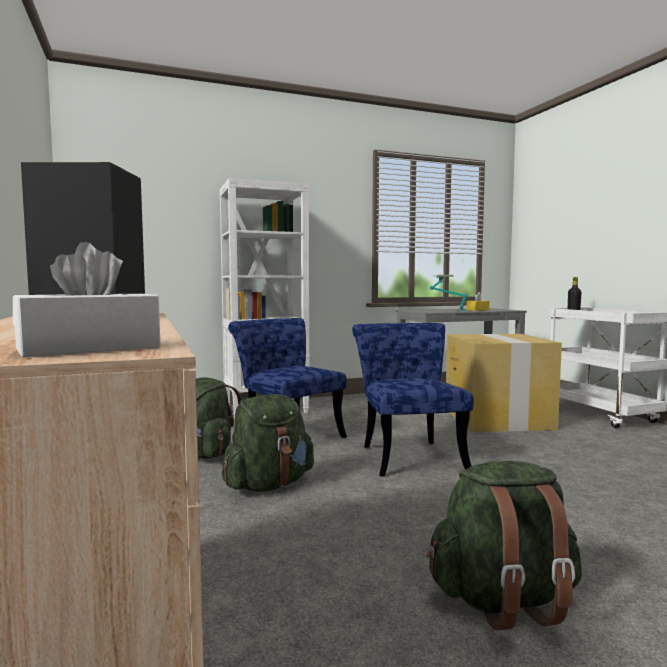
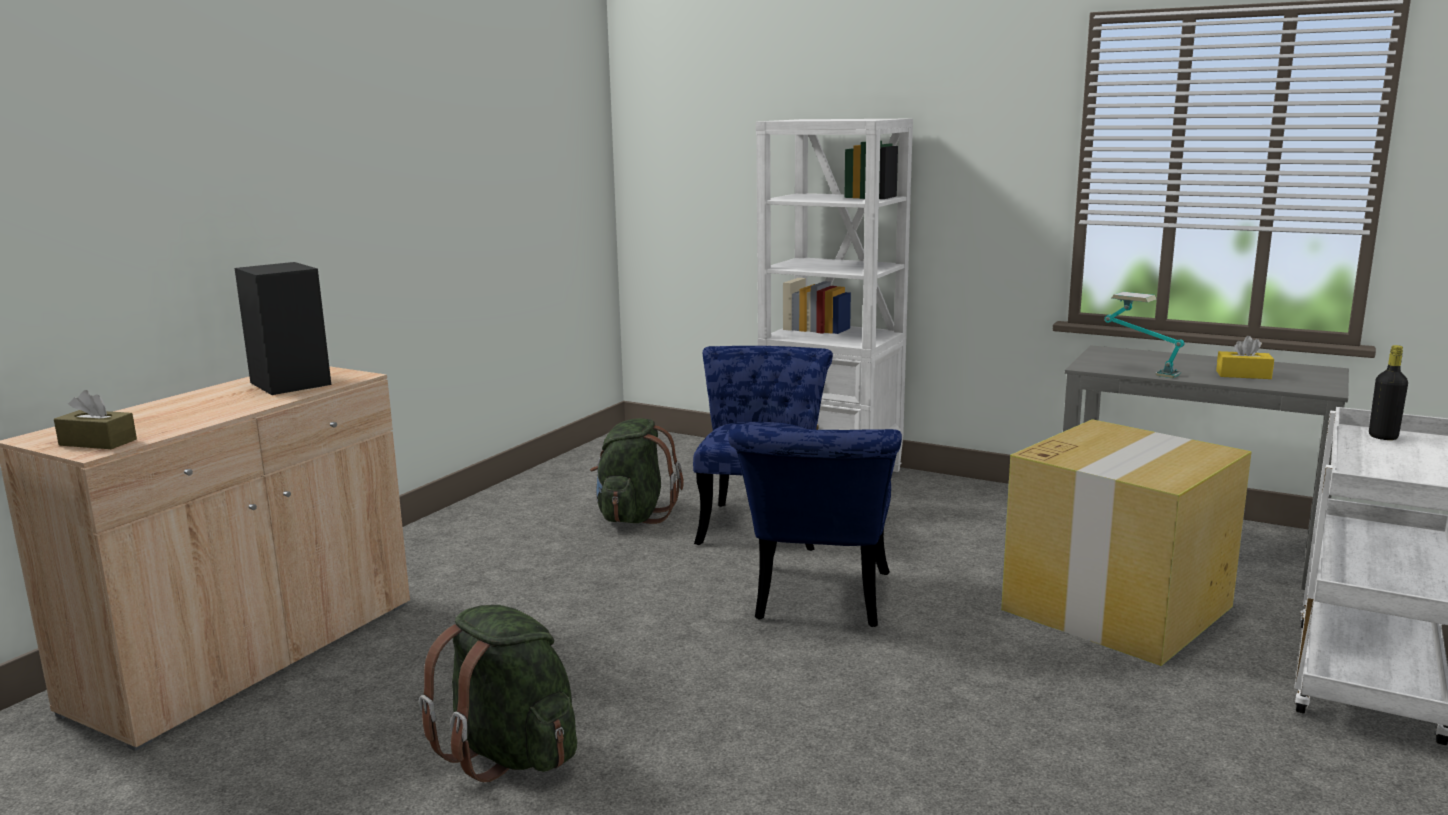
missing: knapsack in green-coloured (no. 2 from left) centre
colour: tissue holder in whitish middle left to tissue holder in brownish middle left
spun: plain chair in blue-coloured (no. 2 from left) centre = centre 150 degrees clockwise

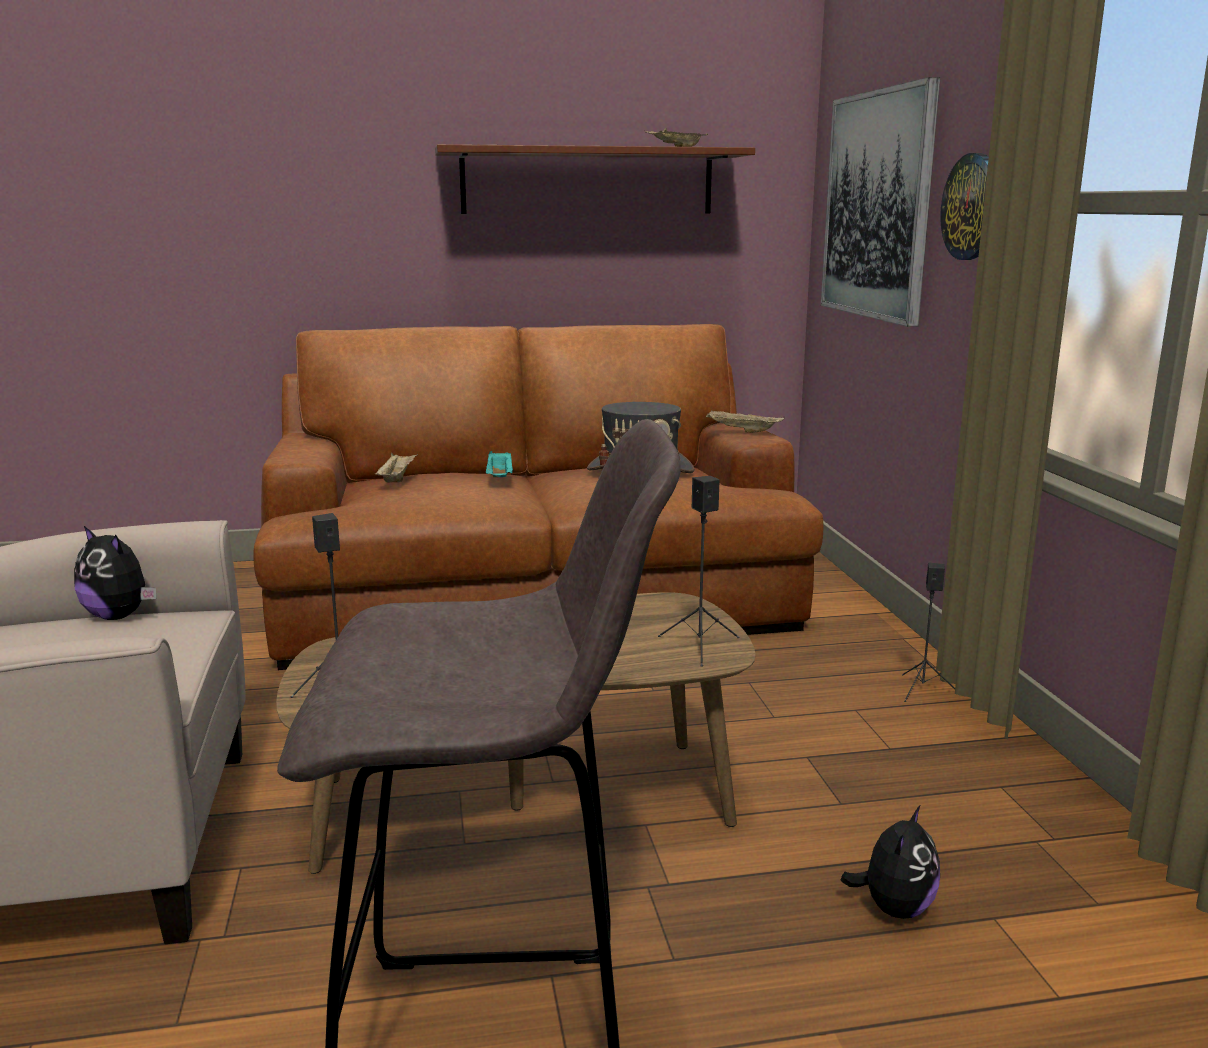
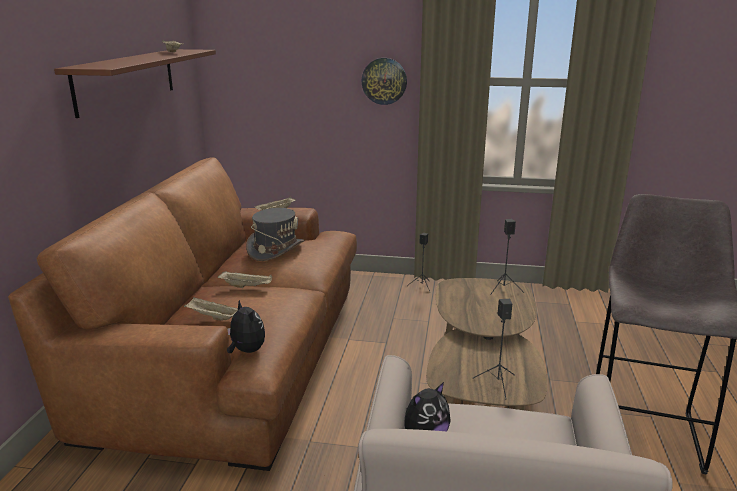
missing: wall art top right
relocated: plush toy (no. 2 from left in the first image) bottom right to plush toy (no. 1 from left) centre
colour: carrying tray in turquoise-coloured centre to carrying tray in sand-coloured (no. 3 from left) middle left

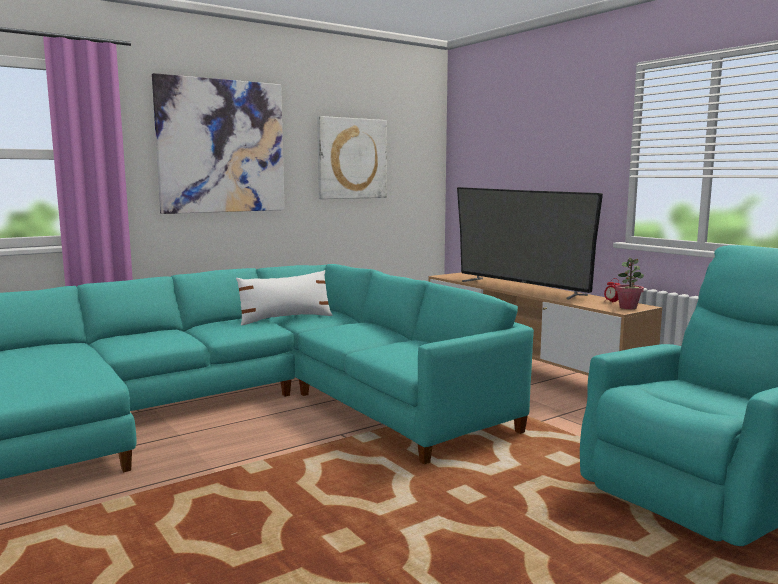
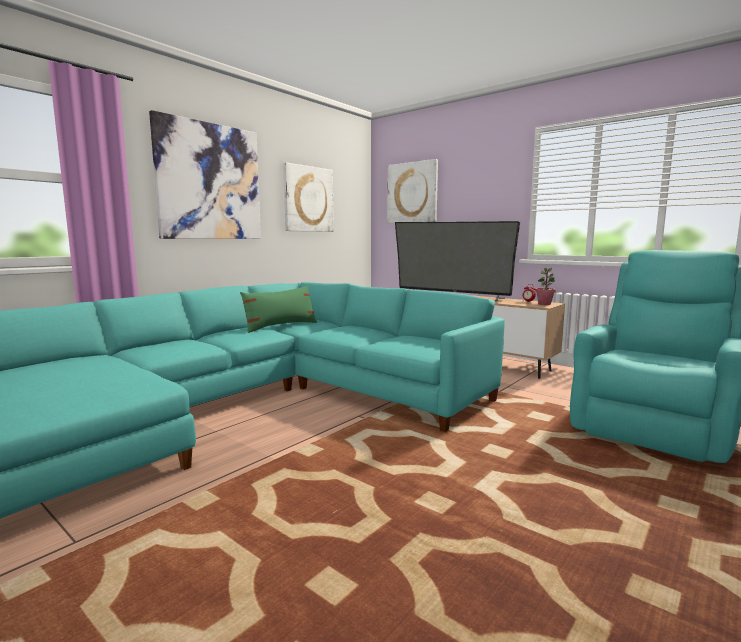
appeared: wall art (no. 3 from left) top centre
colour: throw pillow in whitish centre to throw pillow in green-coloured centre

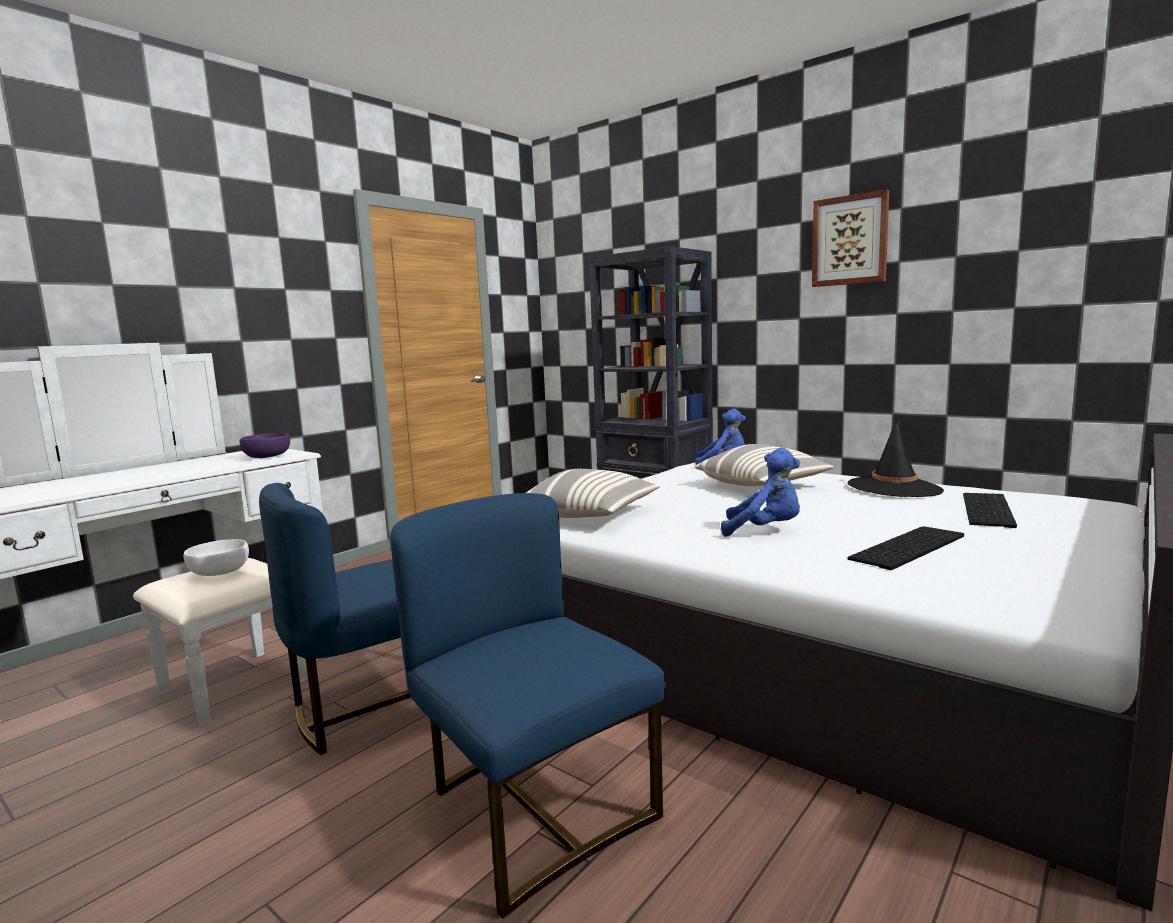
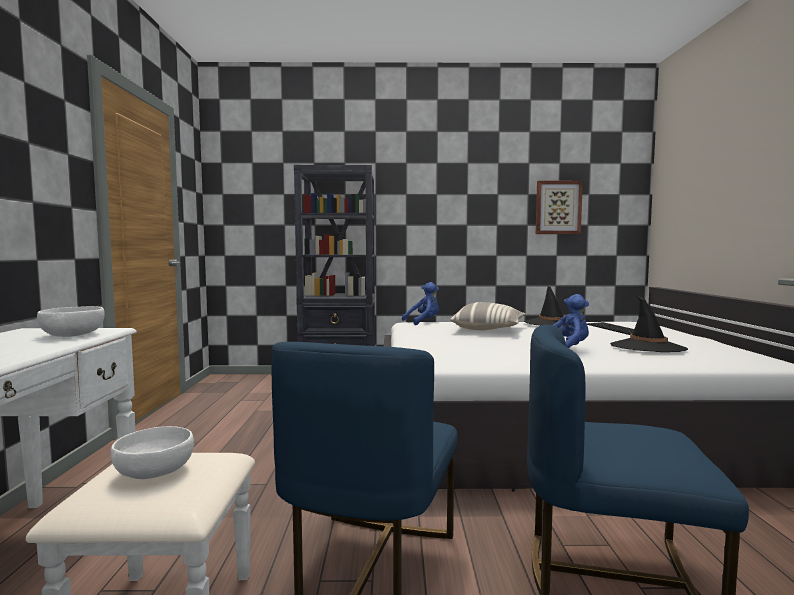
missing: throw pillow (no. 1 from left) centre
relocated: wall art top right to middle right
exchanged: computer keyboard (no. 1 from left) middle right to hat in blackish (no. 2 from left) middle right
colour: deep dish in purple middle left to deep dish in whitish (no. 1 from left) middle left

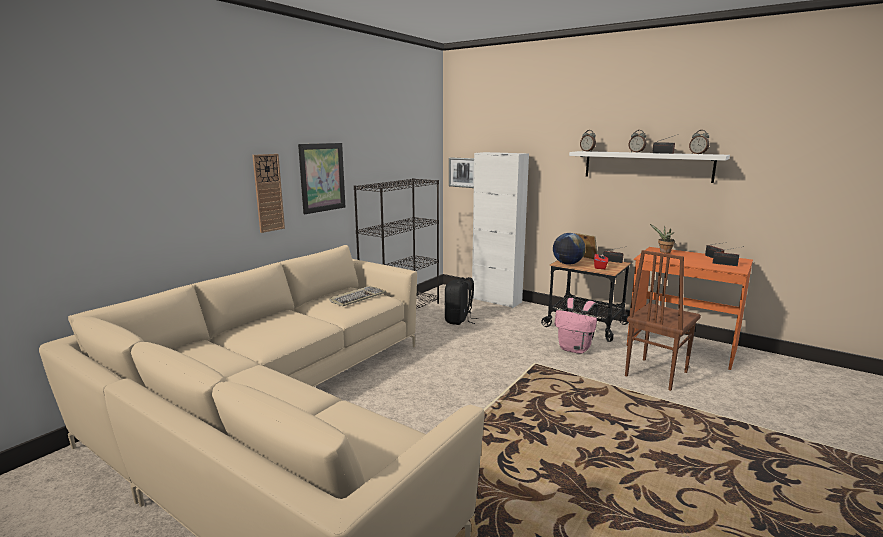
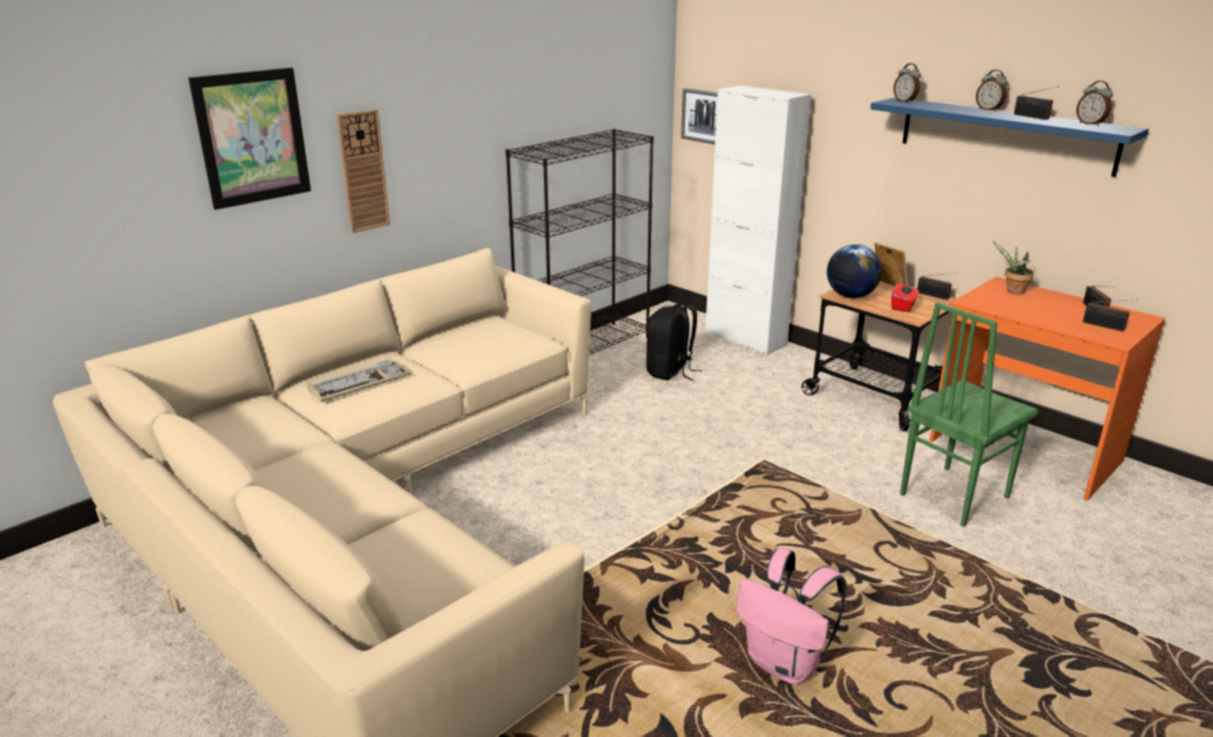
relocated: wall art (no. 1 from left) top centre to top left; computer keyboard centre to middle left; knapsack in pink centre to bottom centre
colour: bracket shelf in whitish top right to bracket shelf in blue-coloured top right; plain chair in brownish middle right to plain chair in green-coloured middle right

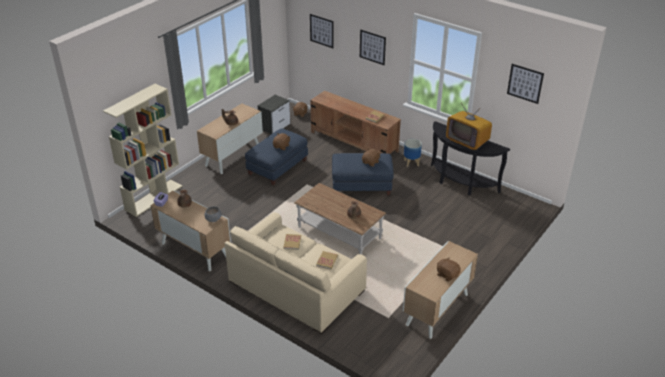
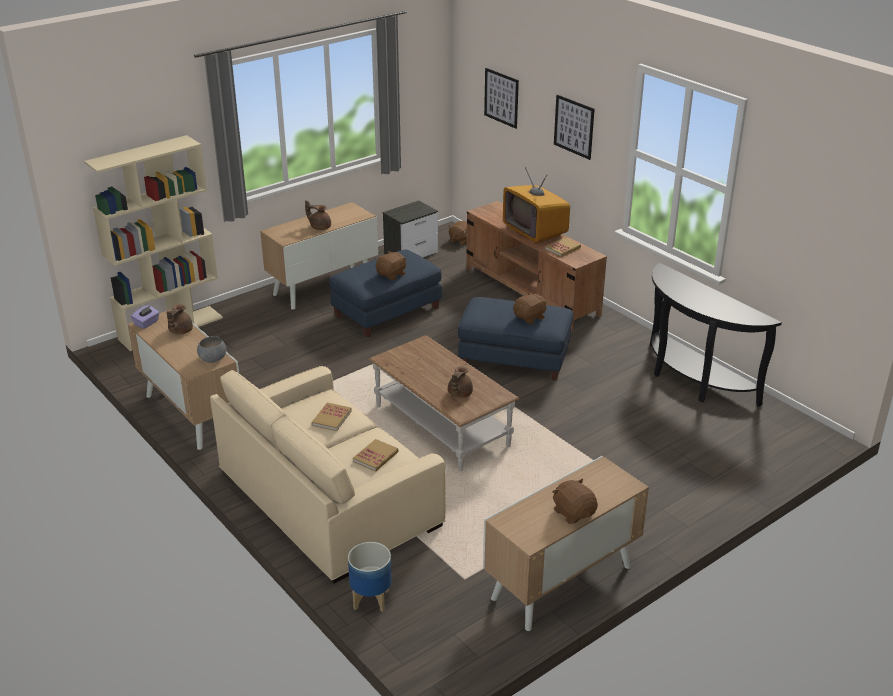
missing: wall art (no. 3 from left) top right
relocated: flower pot centre to bottom centre; TV middle right to top centre

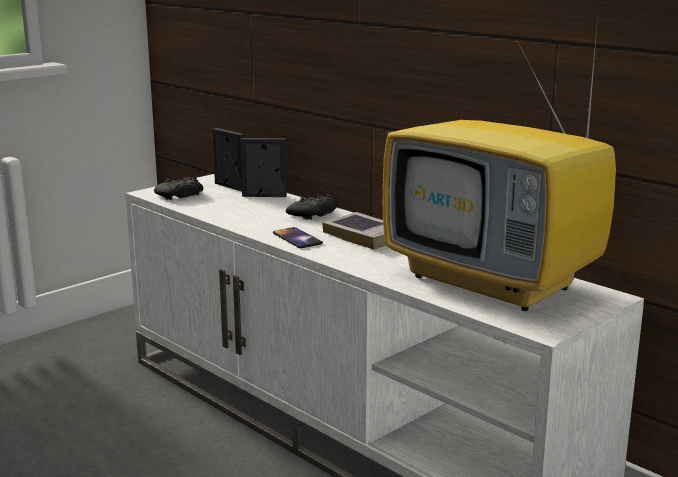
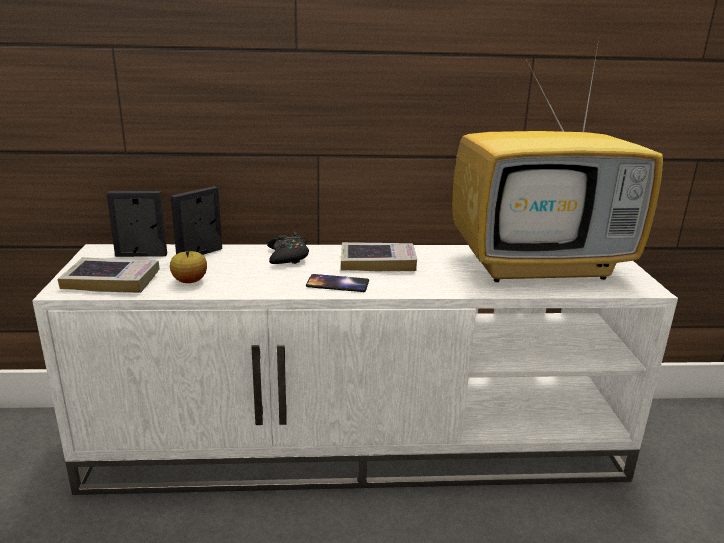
appeared: apple middle left
exchanged: joypad in blackish (no. 1 from left) middle left to bound book (no. 1 from left) middle left

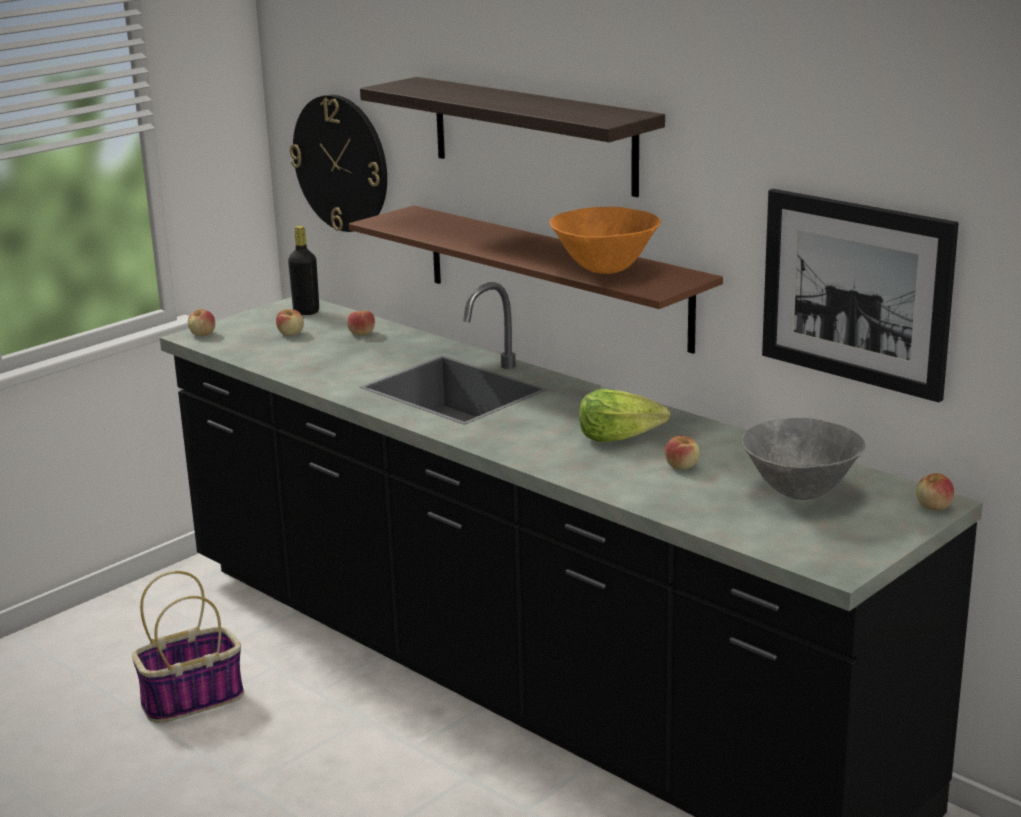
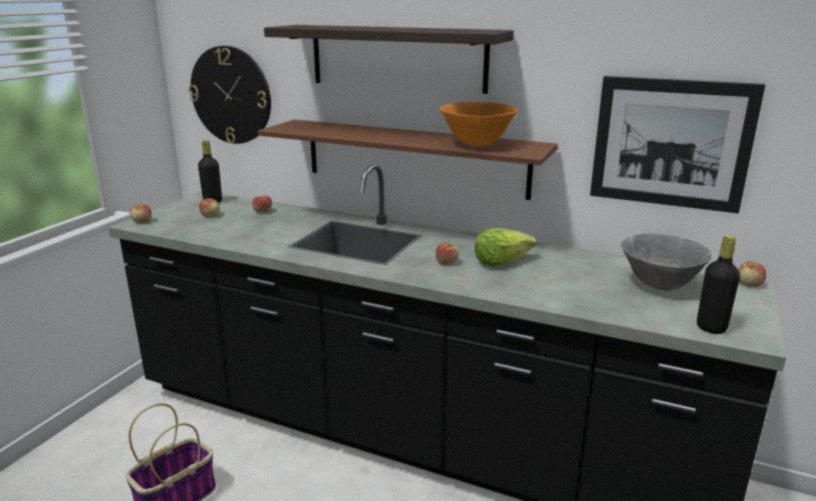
appeared: bottle in blackish (no. 2 from left) middle right
relocated: apple (no. 4 from left) middle right to centre

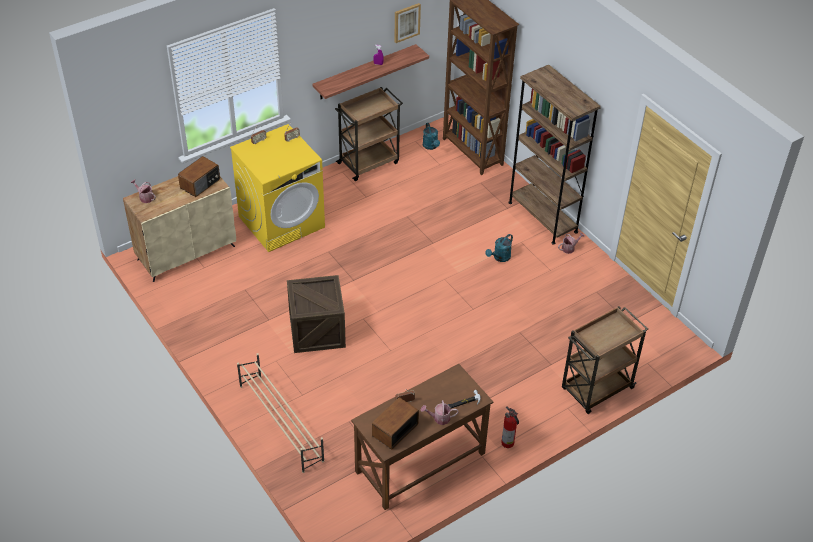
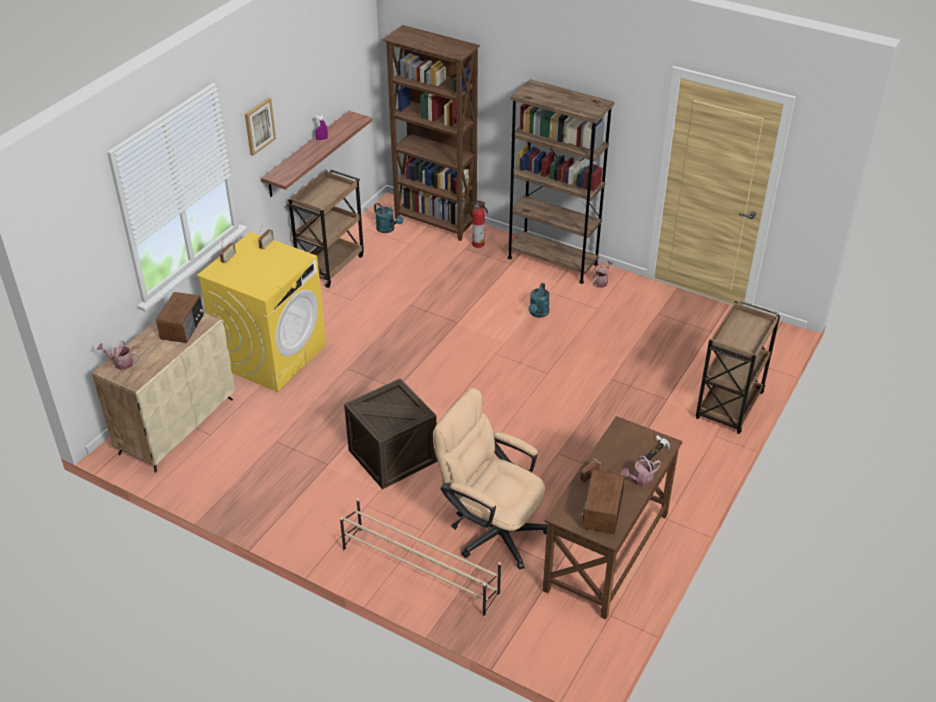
appeared: desk chair in sand-coloured bottom centre
relocated: wall art top centre to top left; extinguisher bottom centre to top centre

